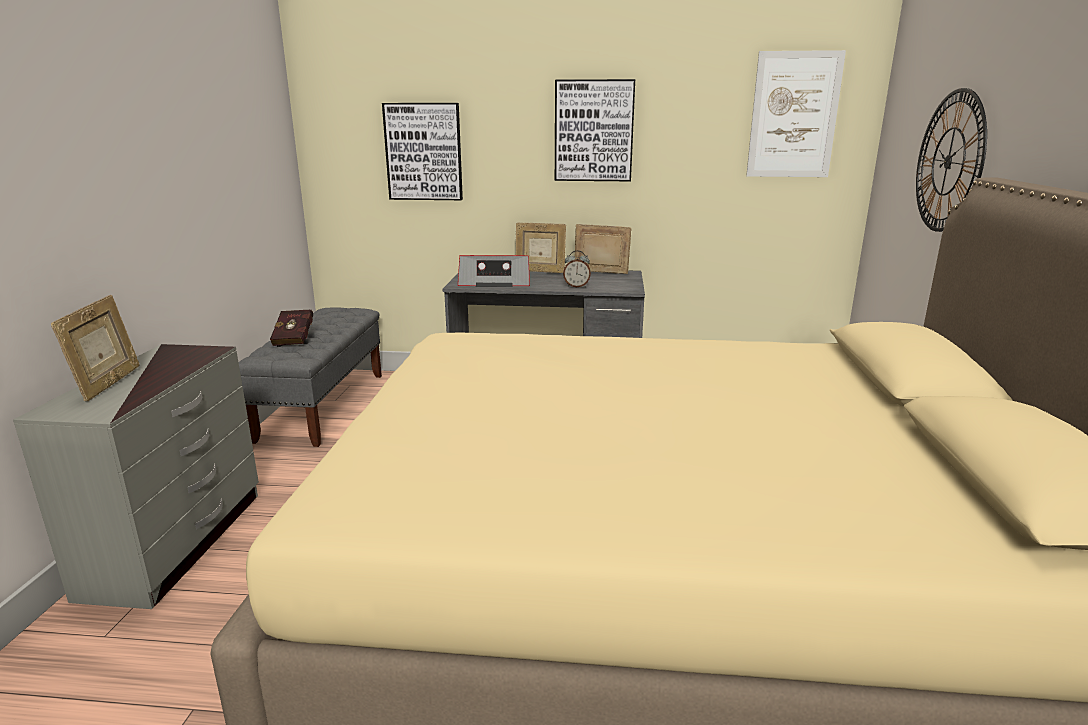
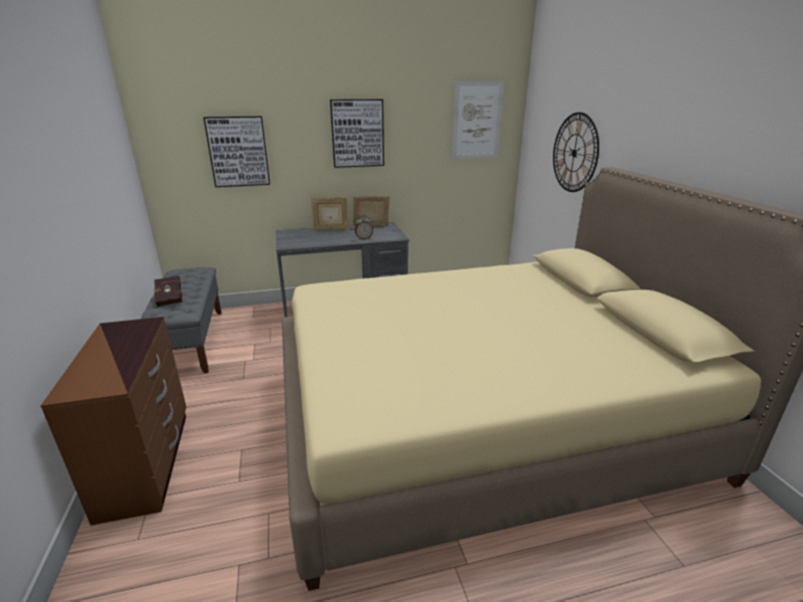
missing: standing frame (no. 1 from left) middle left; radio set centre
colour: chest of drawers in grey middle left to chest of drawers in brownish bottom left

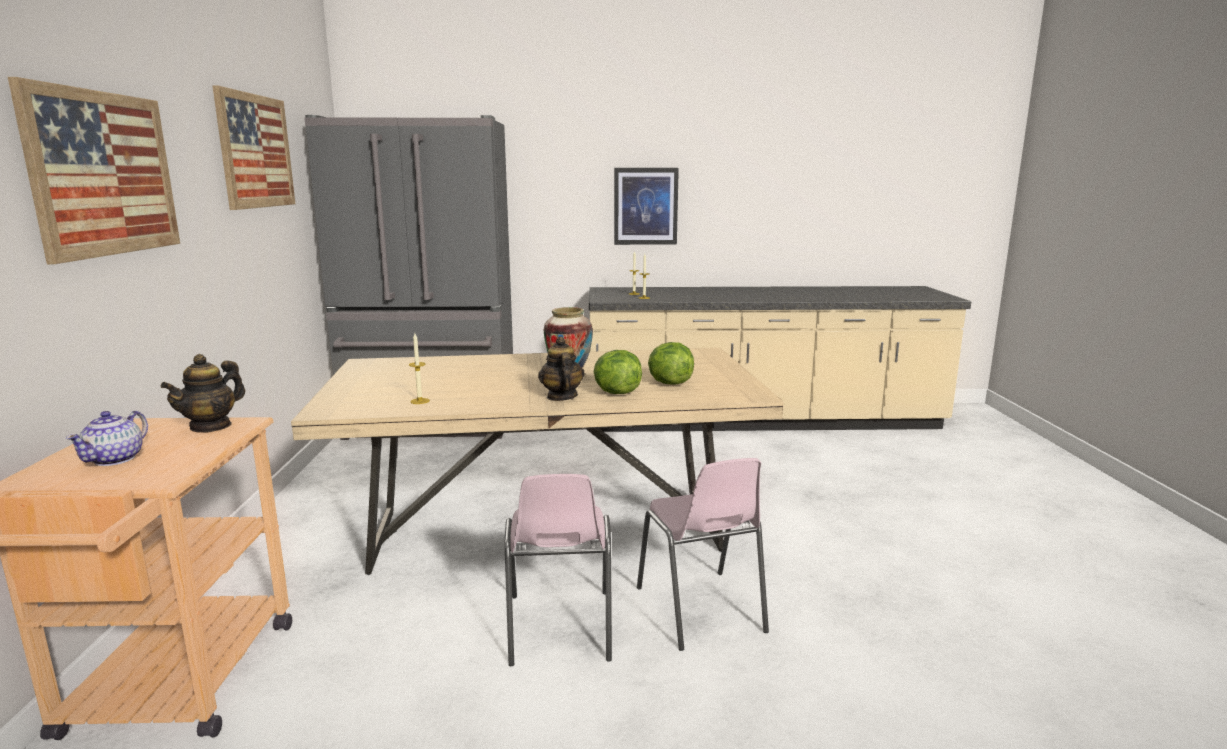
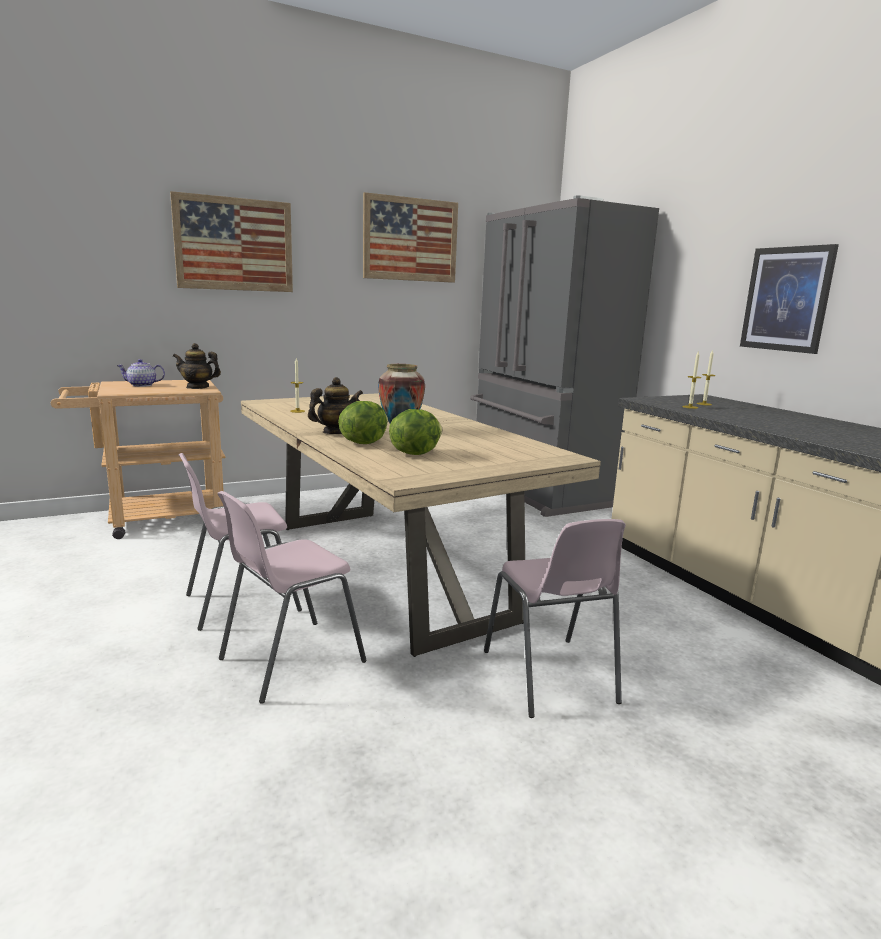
appeared: plain chair in pink (no. 3 from left) centre

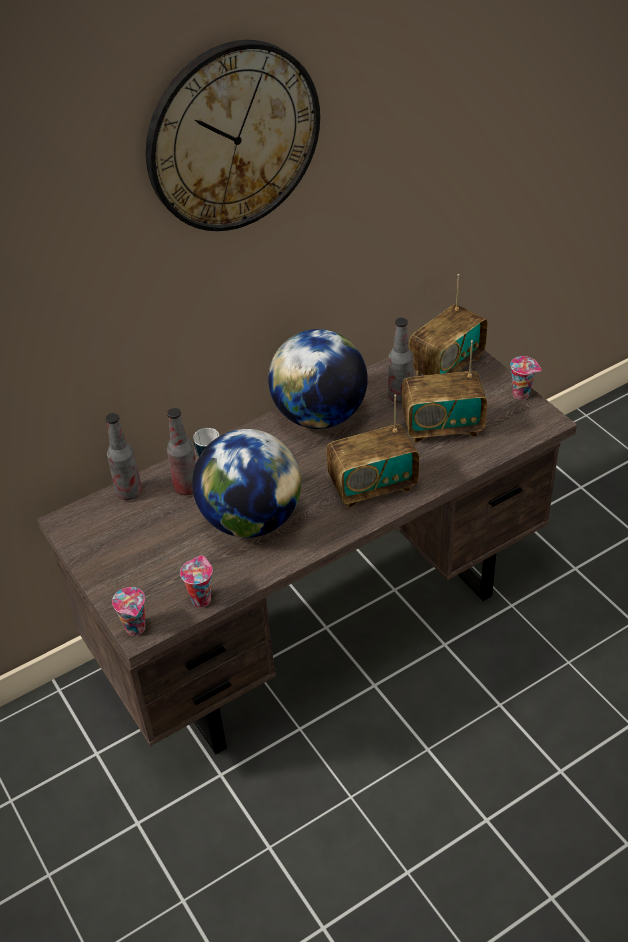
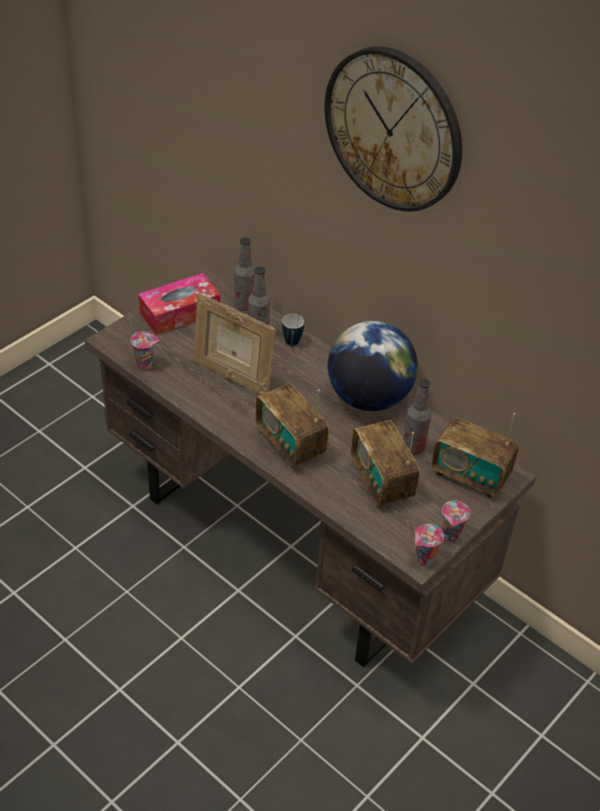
appeared: tissue holder middle left
relocated: small cup (no. 1 from left in the first image) middle left to small cup (no. 2 from left) bottom right
exchanged: world globe (no. 1 from left) centre to standing frame centre

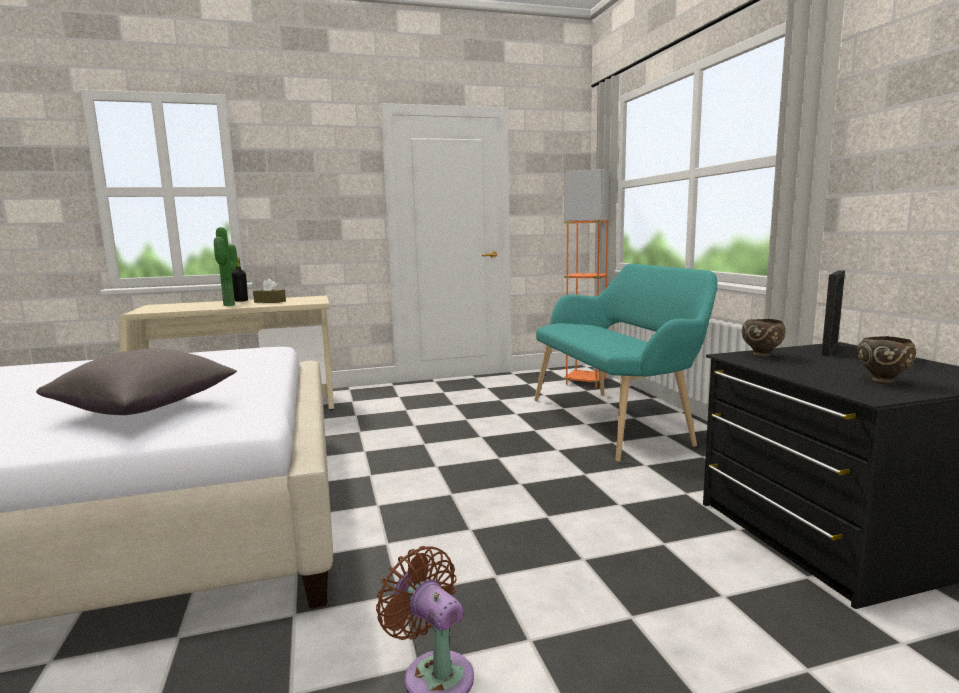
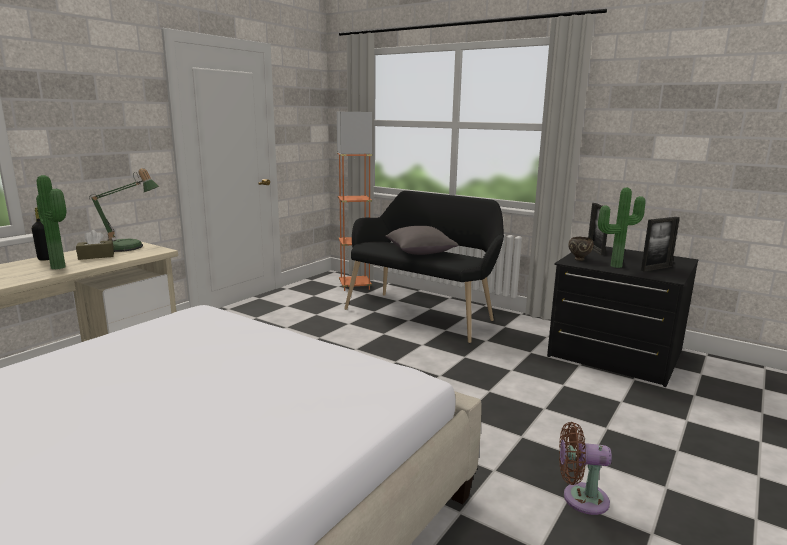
appeared: tabletop lamp middle left; houseplant (no. 2 from left) middle right
relocated: throw pillow in grey middle left to centre
exchanged: deep dish in brownish (no. 2 from left) middle right to standing frame (no. 2 from left) middle right
colour: long seat in turquoise-coloured centre to long seat in blackish centre

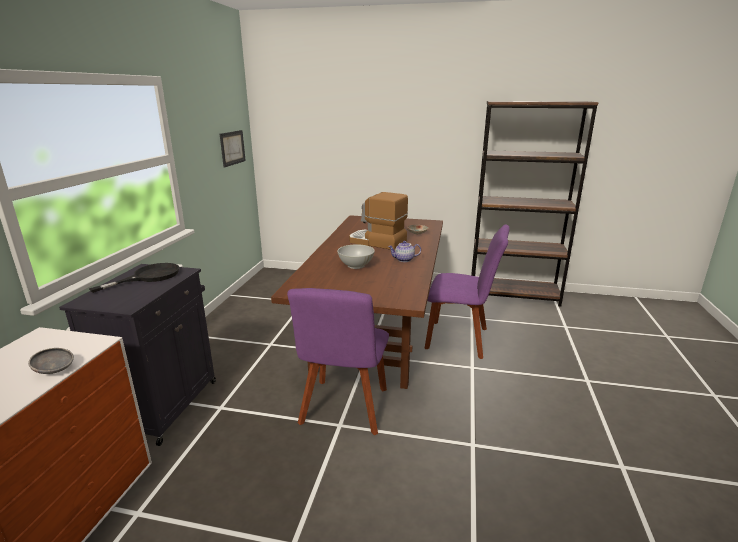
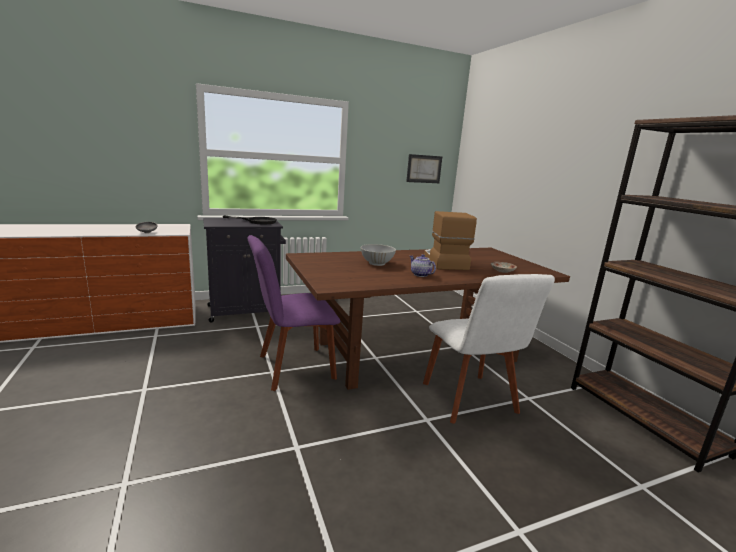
colour: plain chair in purple (no. 2 from left) centre to plain chair in whitish centre

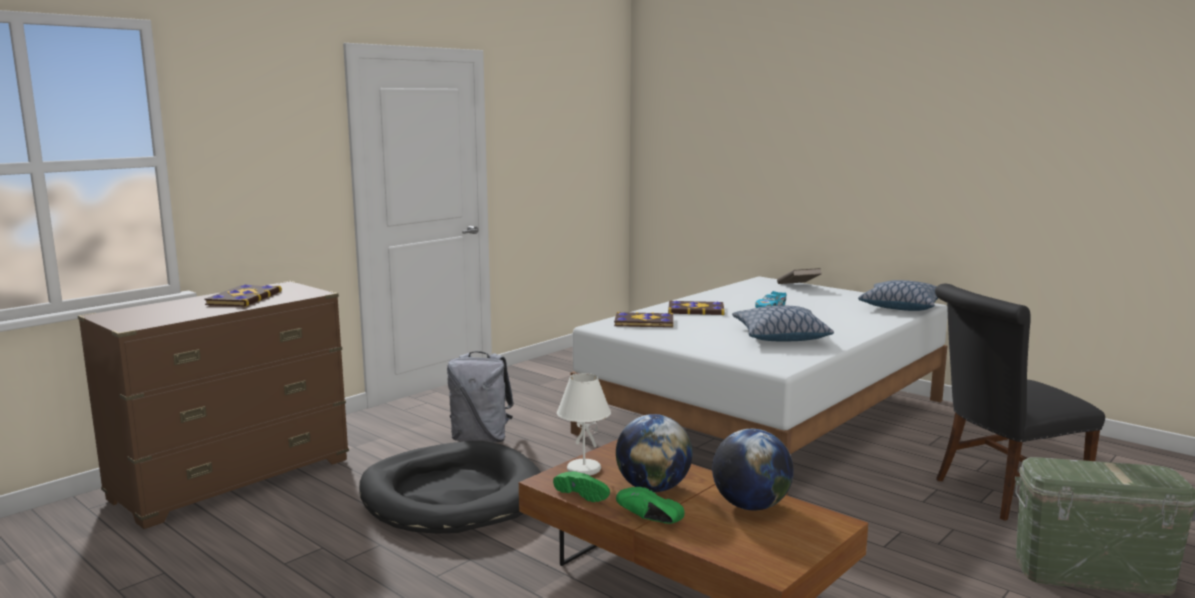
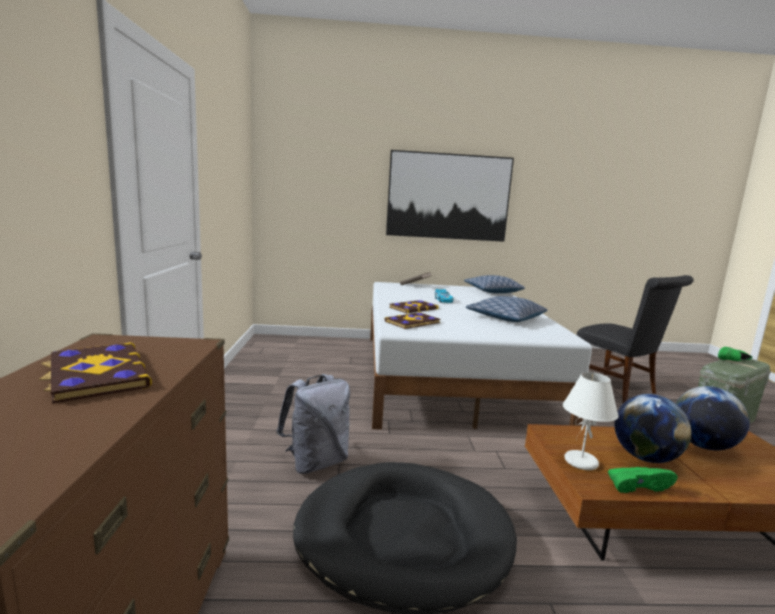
appeared: wall art top centre
relocated: shoe in green-coloured (no. 2 from left) bottom centre to middle right
spun: plain chair in blackish bottom right = middle right 60 degrees counterclockwise

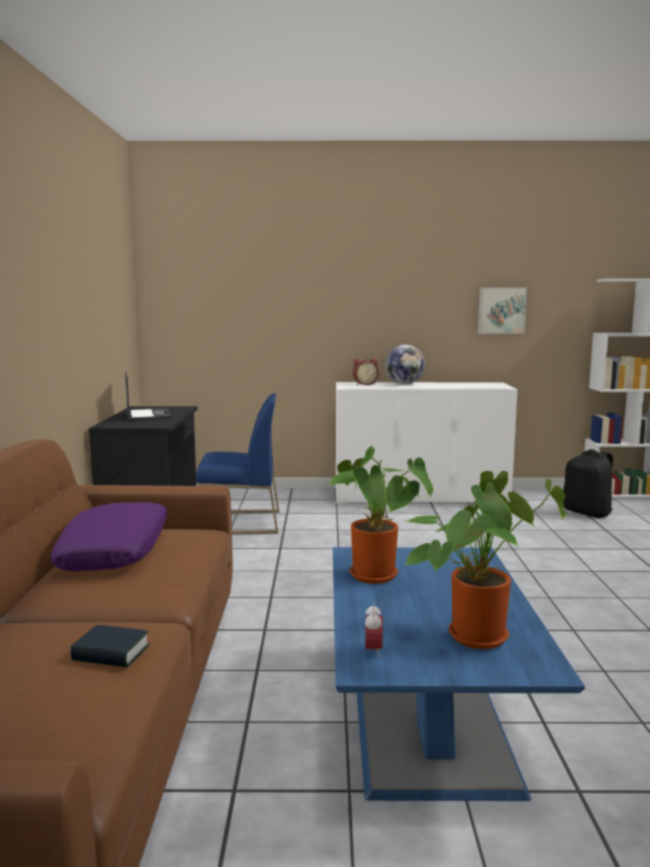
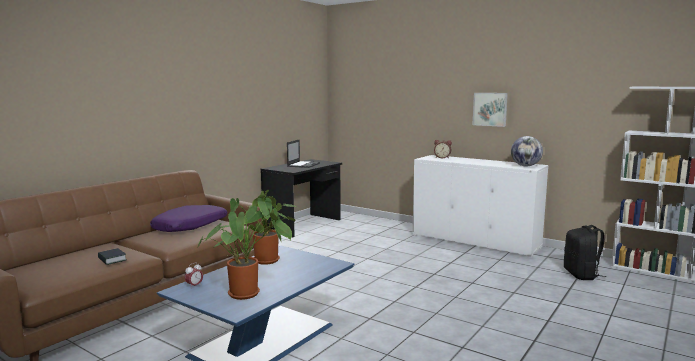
missing: plain chair in blue-coloured centre
relocated: world globe centre to middle right; wall art middle right to top right

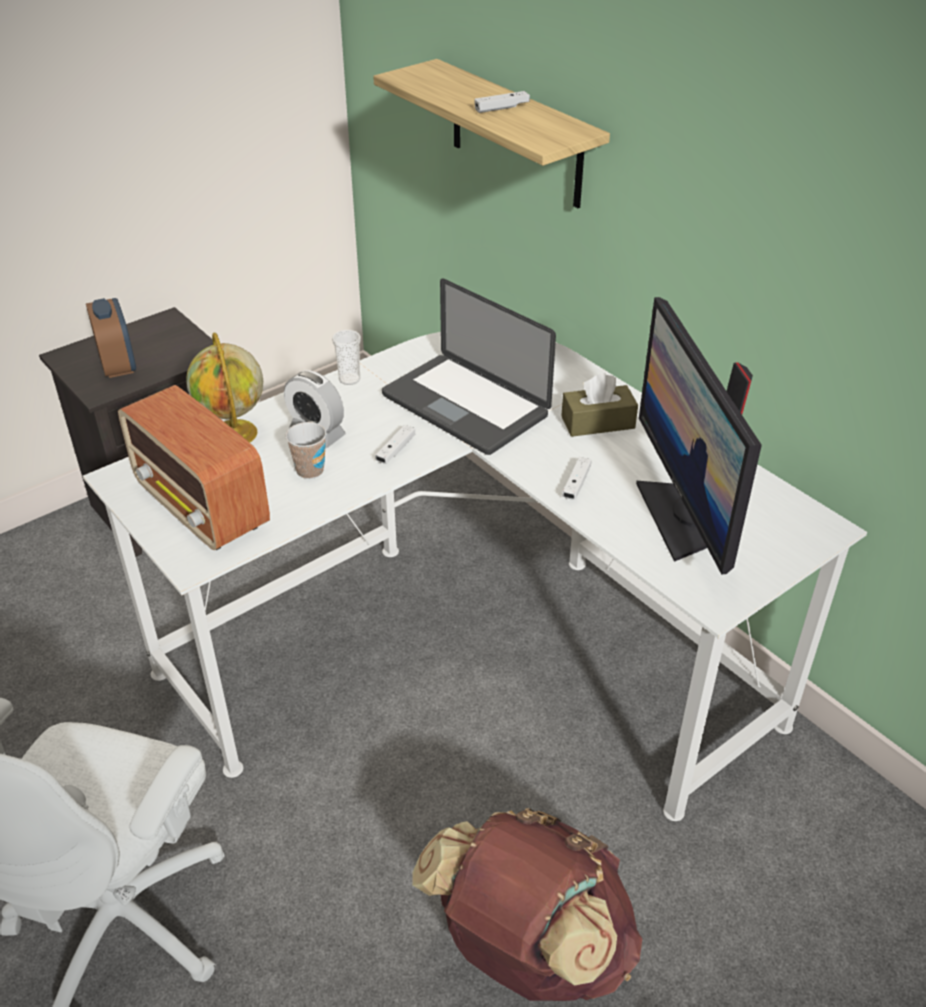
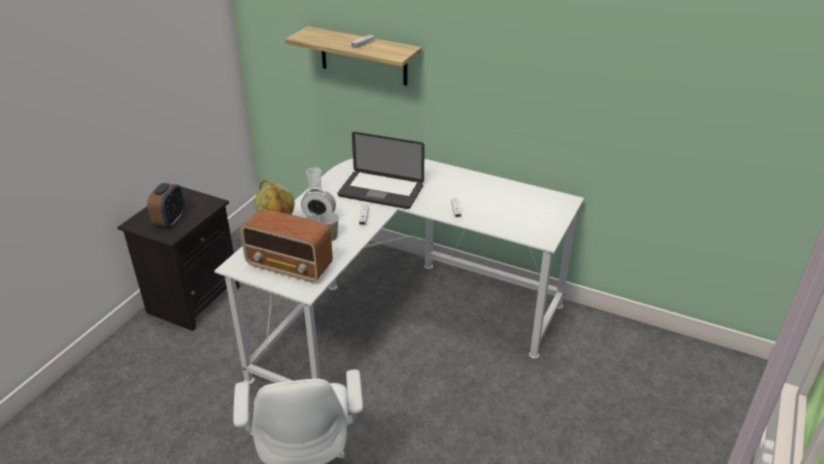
missing: knapsack in brownish bottom centre; tissue holder in brownish centre; computer display middle right
spun: table clock (no. 1 from left) middle left = middle left 60 degrees clockwise

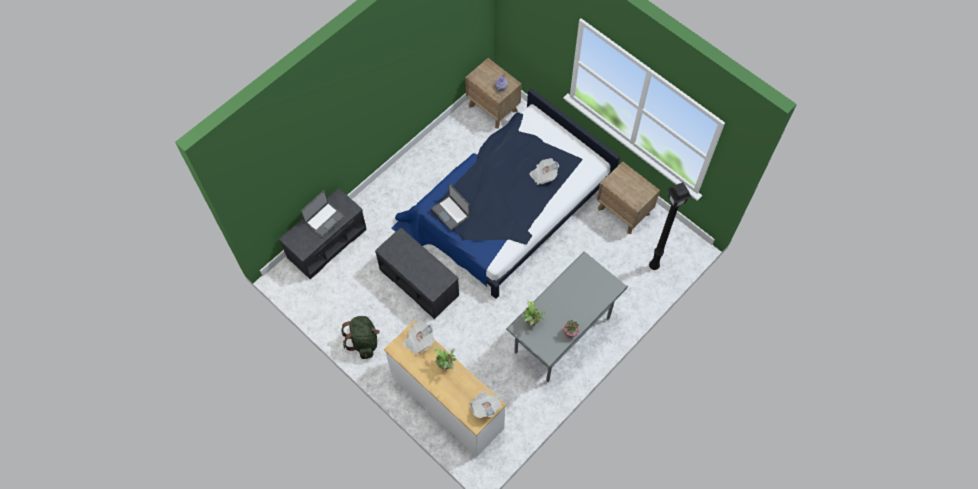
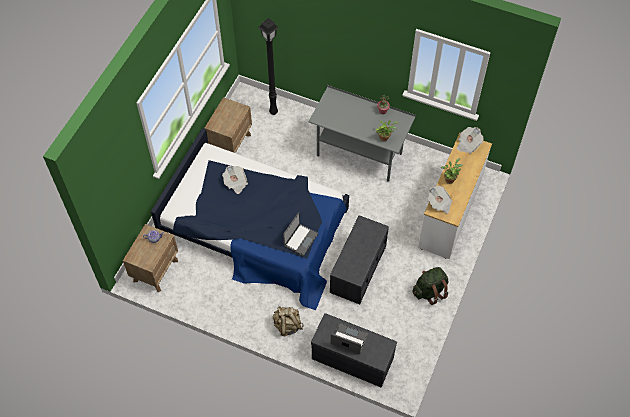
appeared: knapsack in sand-coloured bottom centre

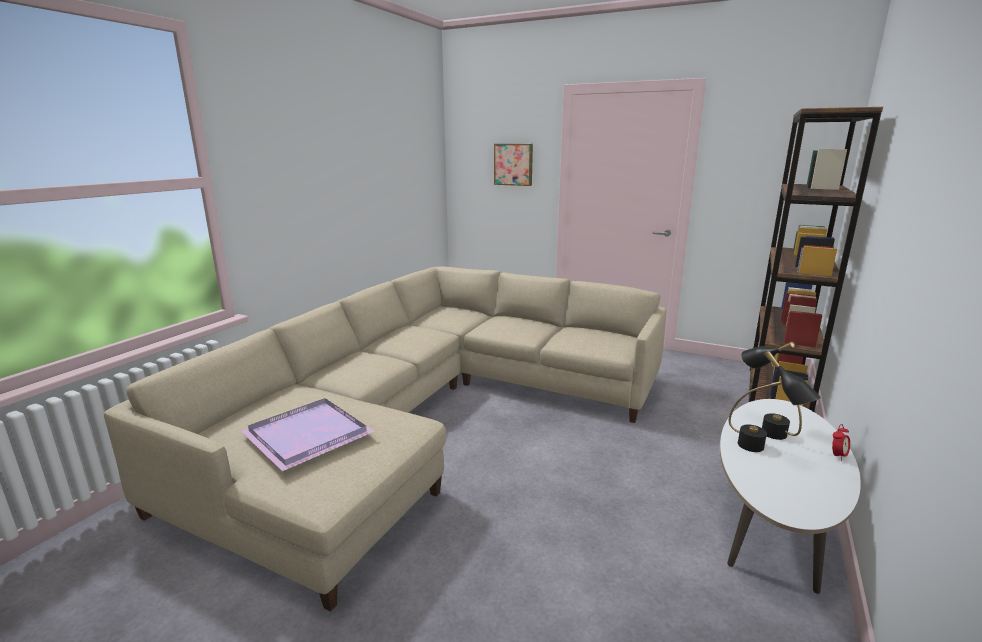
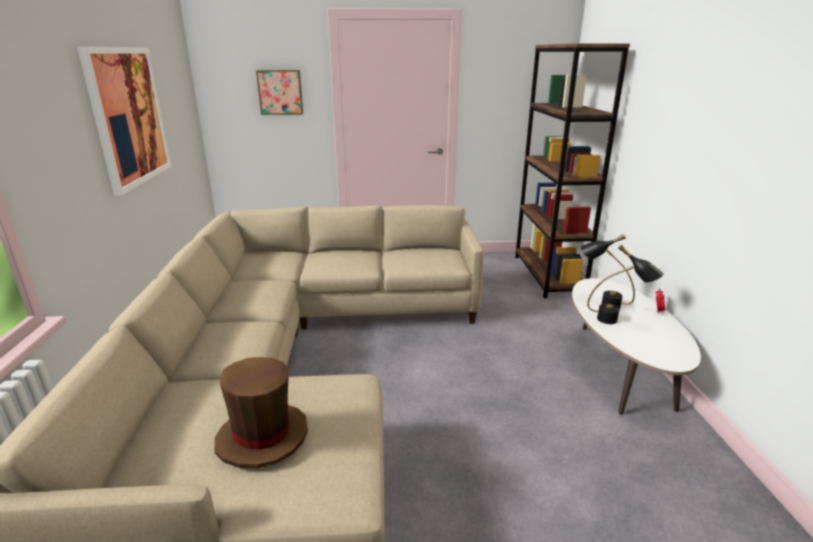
appeared: wall art (no. 1 from left) top left
exchanged: carrying tray in purple bottom left to hat in brownish bottom left

